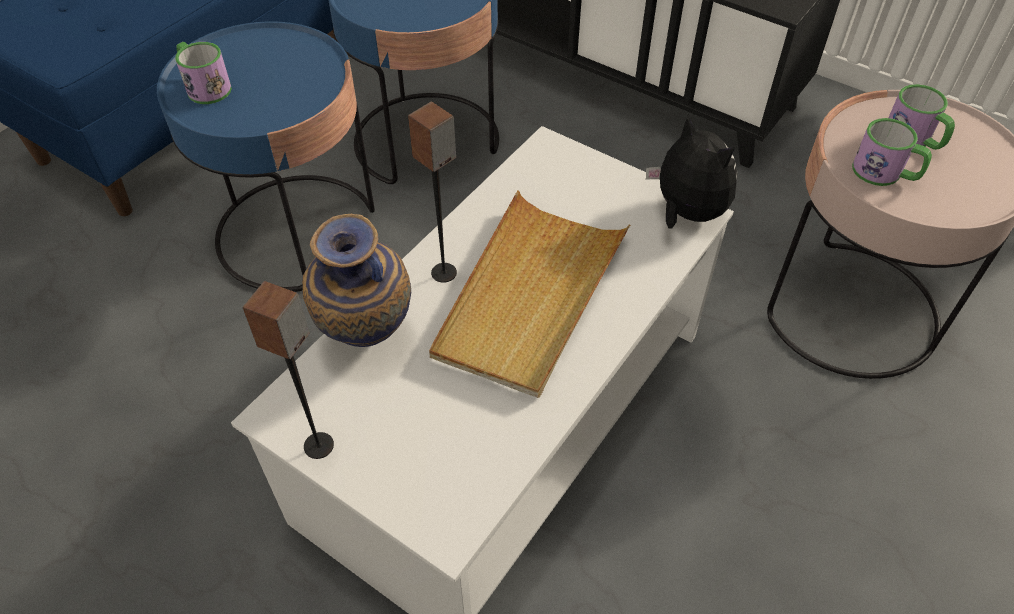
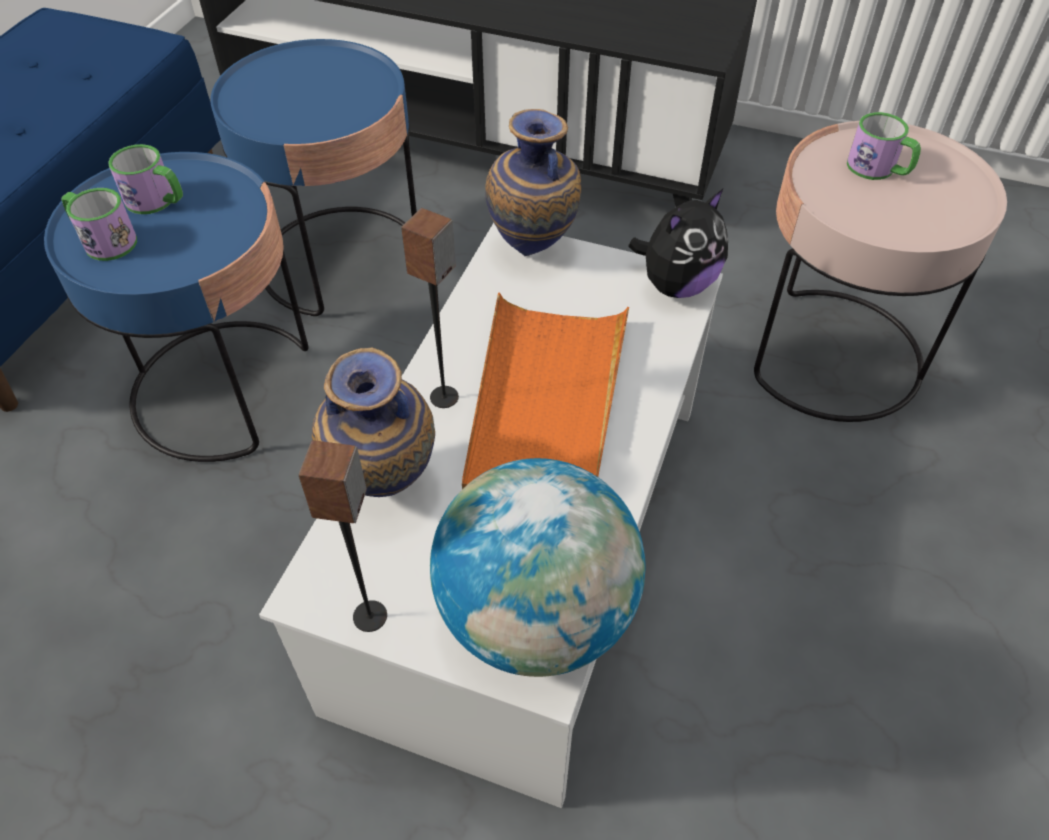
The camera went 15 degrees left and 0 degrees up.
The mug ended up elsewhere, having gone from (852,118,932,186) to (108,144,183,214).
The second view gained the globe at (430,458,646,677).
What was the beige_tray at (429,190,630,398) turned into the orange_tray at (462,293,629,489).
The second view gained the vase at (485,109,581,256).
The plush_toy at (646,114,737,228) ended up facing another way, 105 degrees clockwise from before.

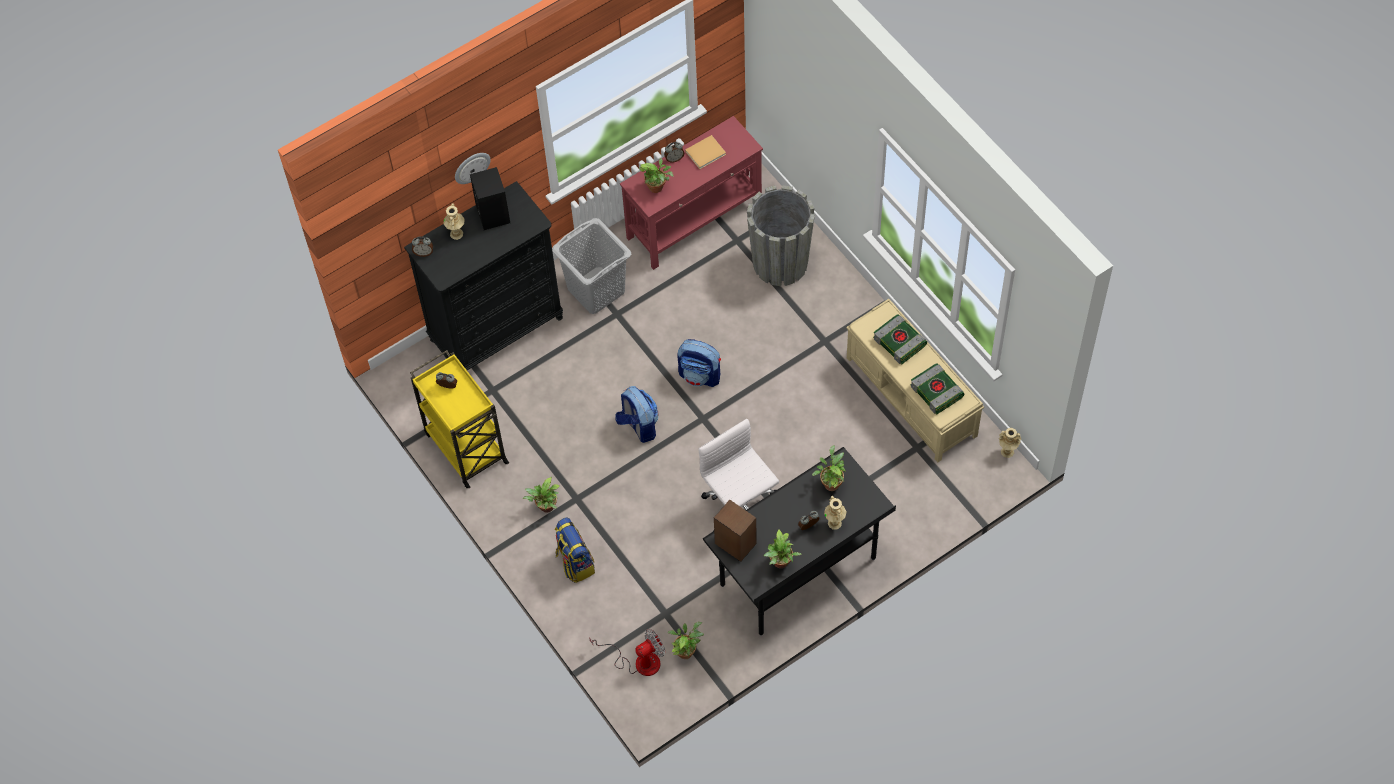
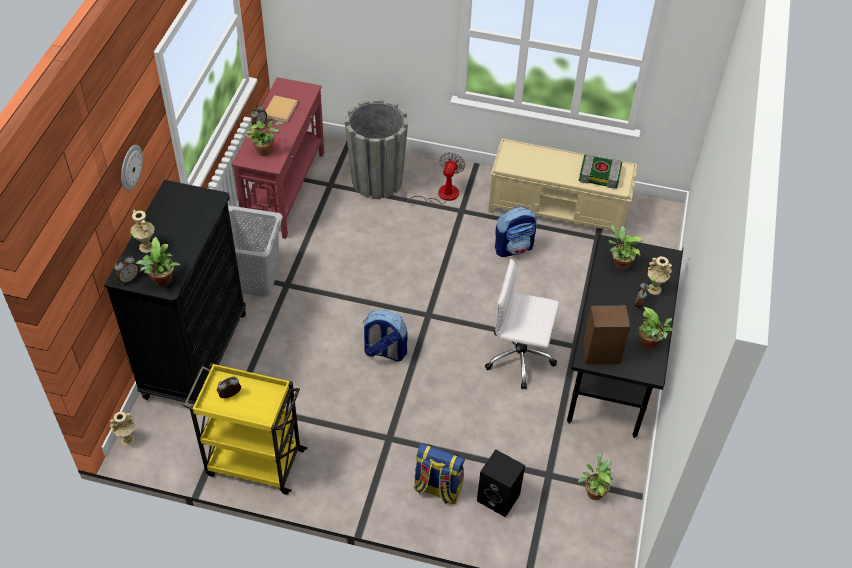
The camera went 45 degrees left and 10 degrees down.
The beige_vase ended up elsewhere, having gone from (999,428,1021,458) to (110,412,135,446).
The potted_plant ended up elsewhere, having gone from (522,477,560,513) to (136,237,181,286).
The fan ended up elsewhere, having gone from (589,629,665,676) to (401,152,465,207).
The black_speaker ended up elsewhere, having gone from (470,167,510,230) to (477,449,525,517).
The backpack ended up elsewhere, having gone from (677,339,721,387) to (495,207,537,257).
The second view lost the book at (873,314,927,364).

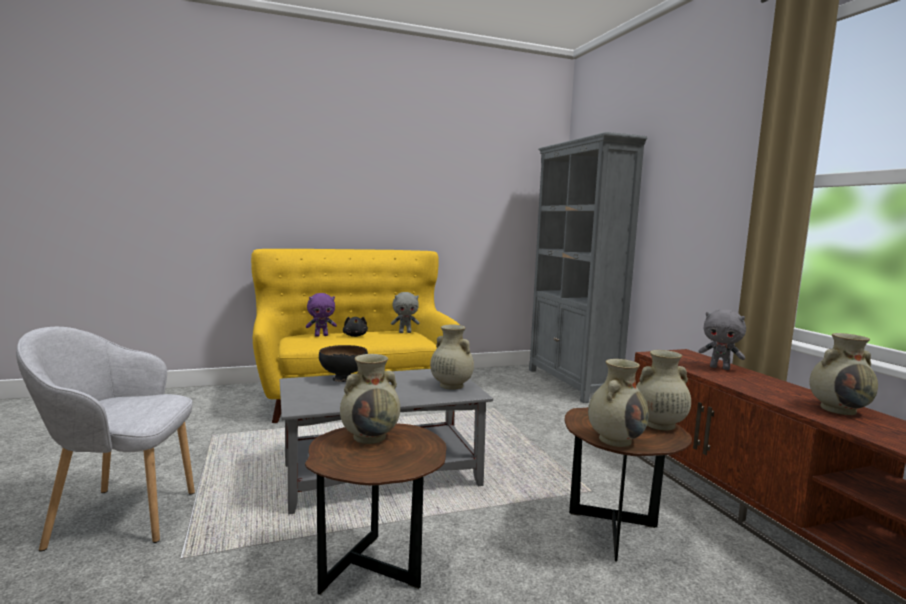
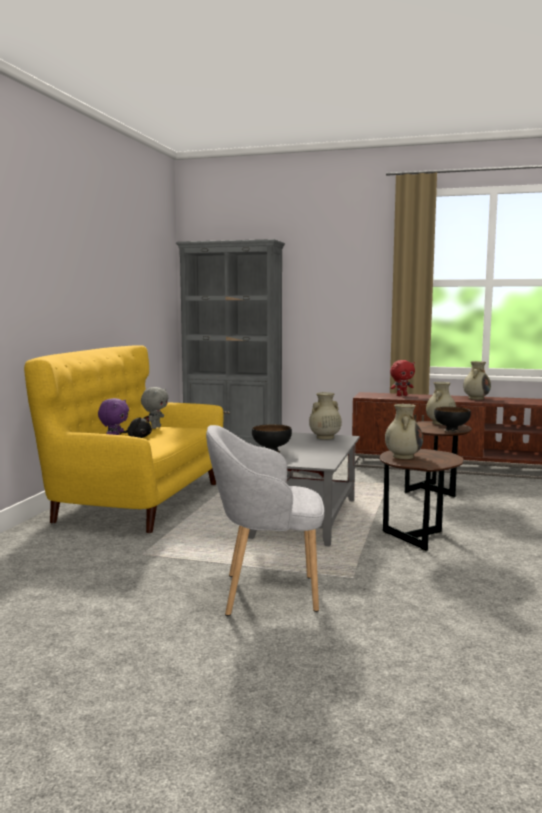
The camera went 55 degrees left and 0 degrees up.
The grey_armchair at (16,327,195,551) ended up facing another way, 60 degrees clockwise from before.
What was the grey_plush_toy at (698,309,746,370) turned into the red_plush_toy at (390,360,415,396).
Where the beige_vase stood at (588,359,649,447), the black_bowl came to stand at (434,407,471,432).

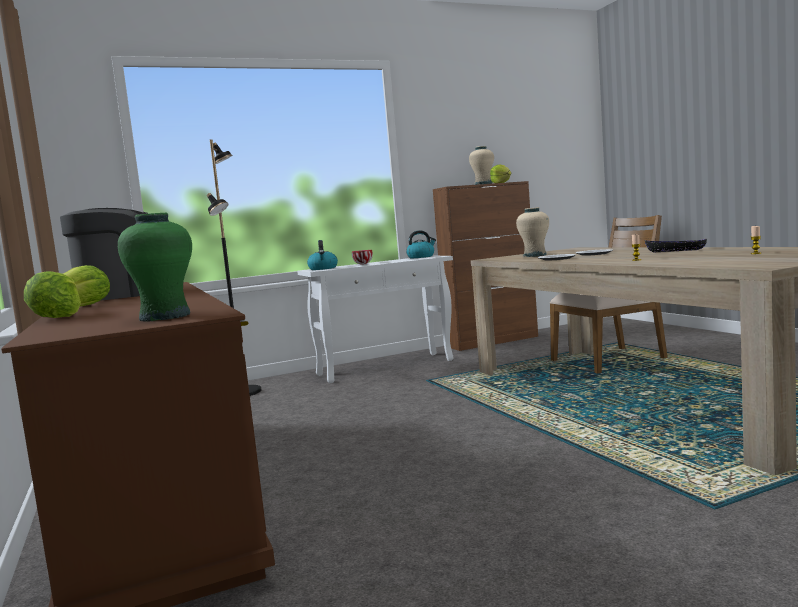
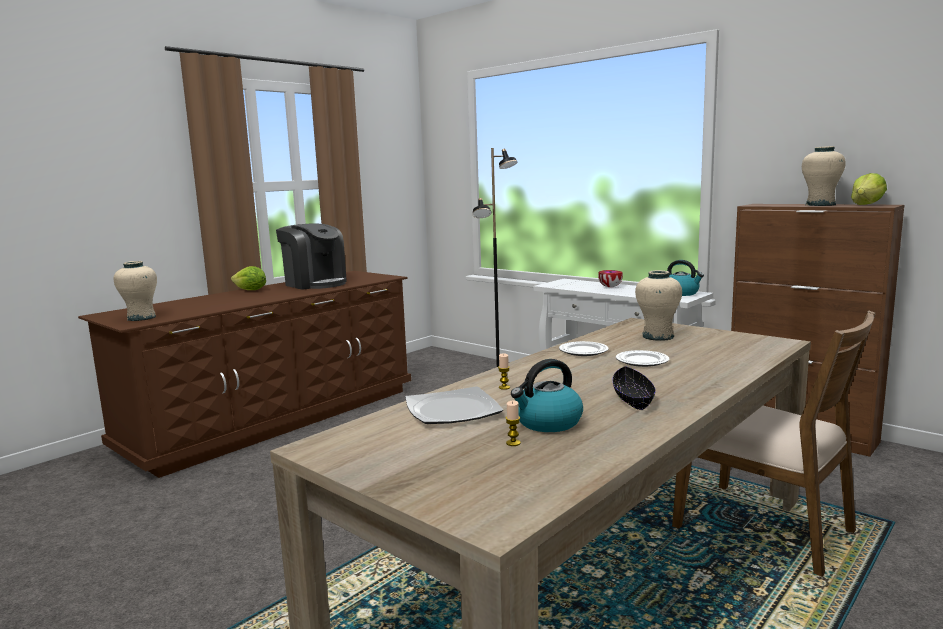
The camera went 65 degrees right and 5 degrees up.
What was the green_vase at (118,213,192,321) turned into the beige_vase at (114,261,157,321).
The second view gained the plate at (405,386,503,424).
The kettle ended up elsewhere, having gone from (307,240,338,270) to (511,359,583,432).
The second view lost the lettuce at (24,271,81,318).

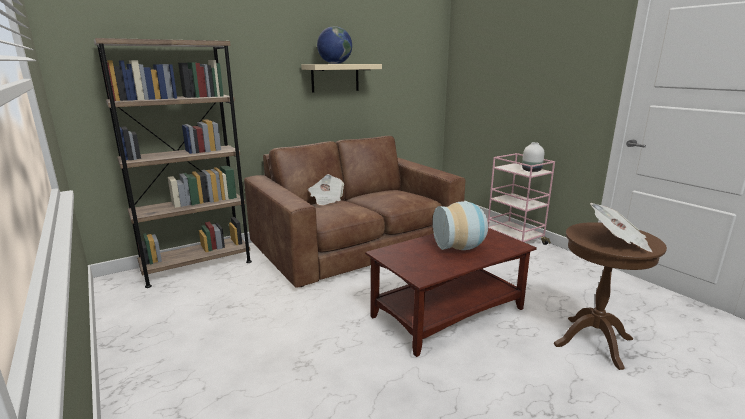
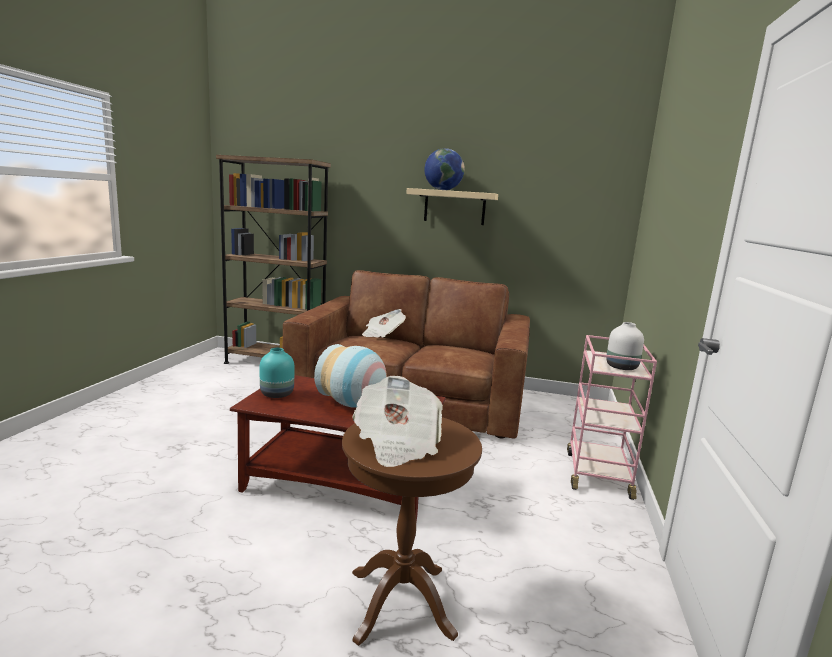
The camera went 45 degrees right and 5 degrees down.
The second view gained the turquoise_vase at (260,348,294,398).

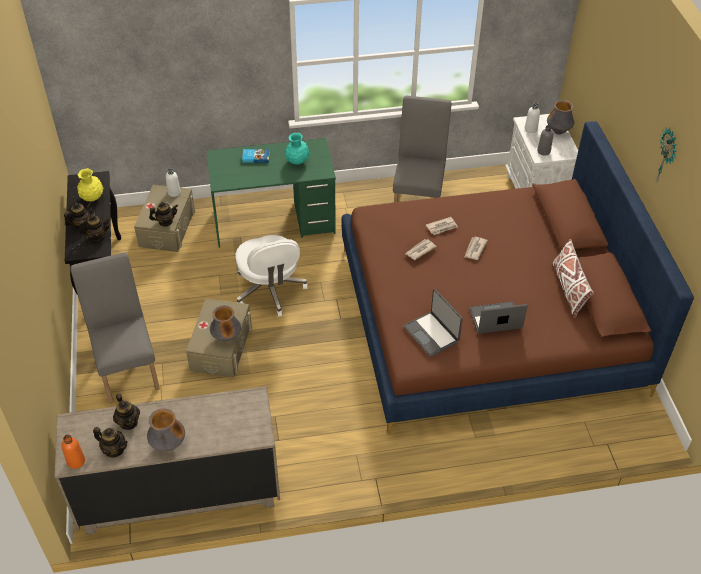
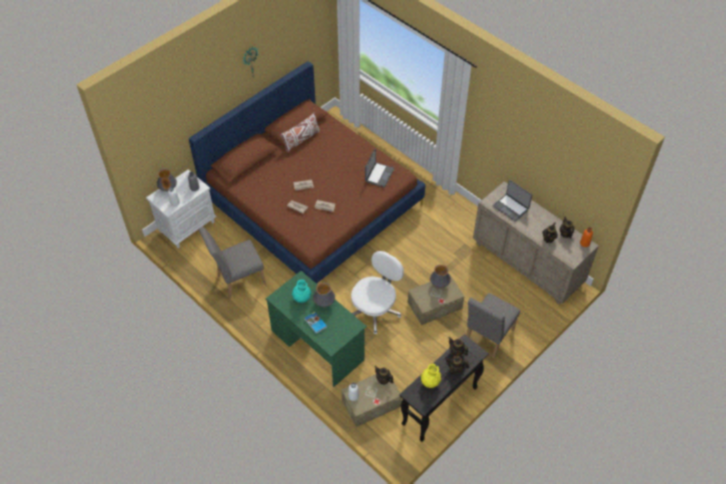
The camera went 125 degrees left and 5 degrees up.
The vase ended up elsewhere, having gone from (147,408,185,451) to (313,283,335,307).
The laptop ended up elsewhere, having gone from (469,301,528,334) to (493,180,532,222).

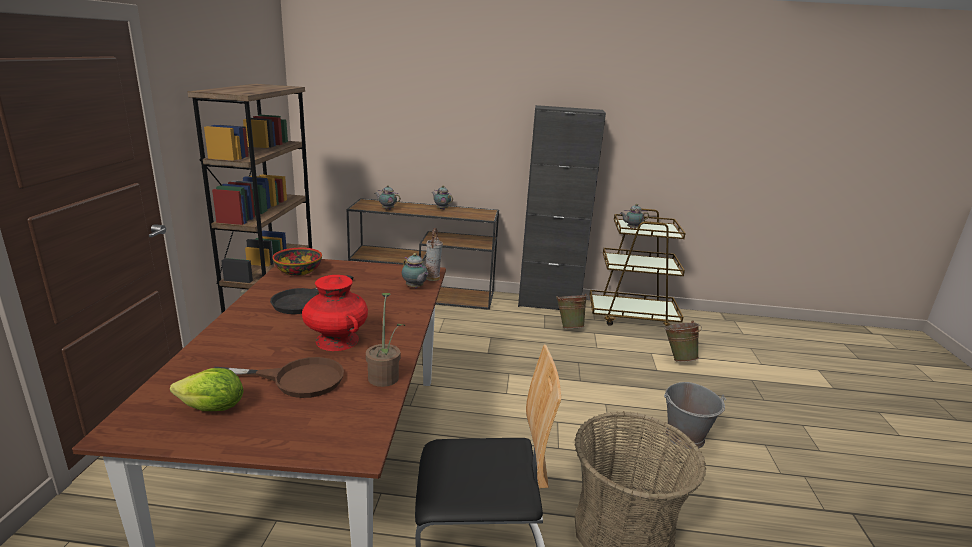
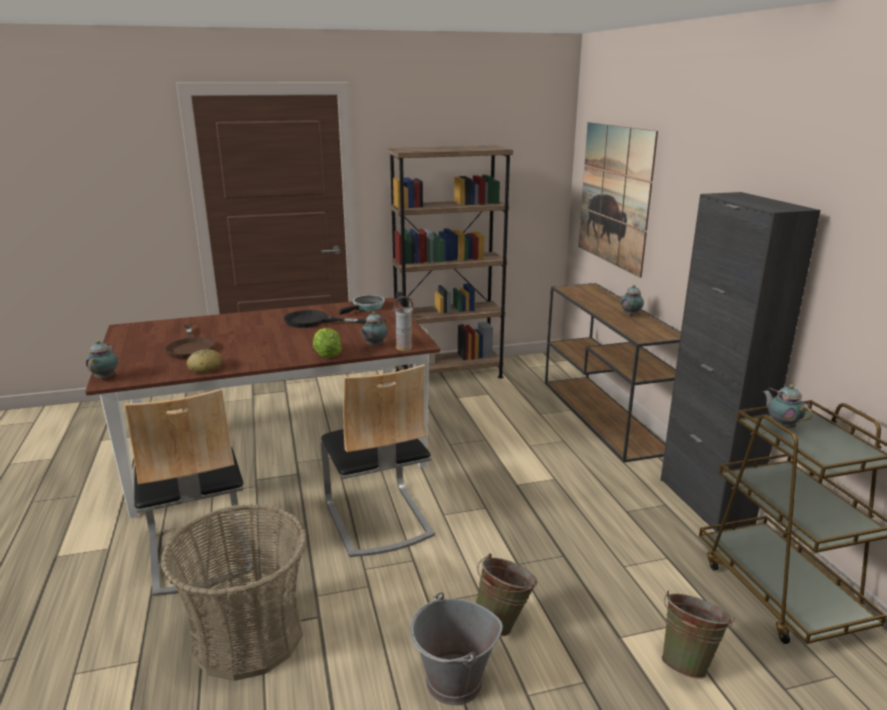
The camera went 70 degrees right and 0 degrees up.
The teapot ended up elsewhere, having gone from (375,185,401,210) to (86,340,118,380).
Where the potted_plant stood at (366,293,405,387), the bread came to stand at (187,349,222,373).
The lettuce ended up elsewhere, having gone from (170,368,244,411) to (313,328,342,358).
The second view gained the chair at (321,364,435,557).
Where the bowl stood at (272,248,322,276), the frying_pan came to stand at (339,295,385,315).
The green_bucket ended up elsewhere, having gone from (556,293,589,329) to (476,553,537,636).
The second view gained the picture at (578,122,658,278).
The second view lost the red_vase at (302,275,368,351).

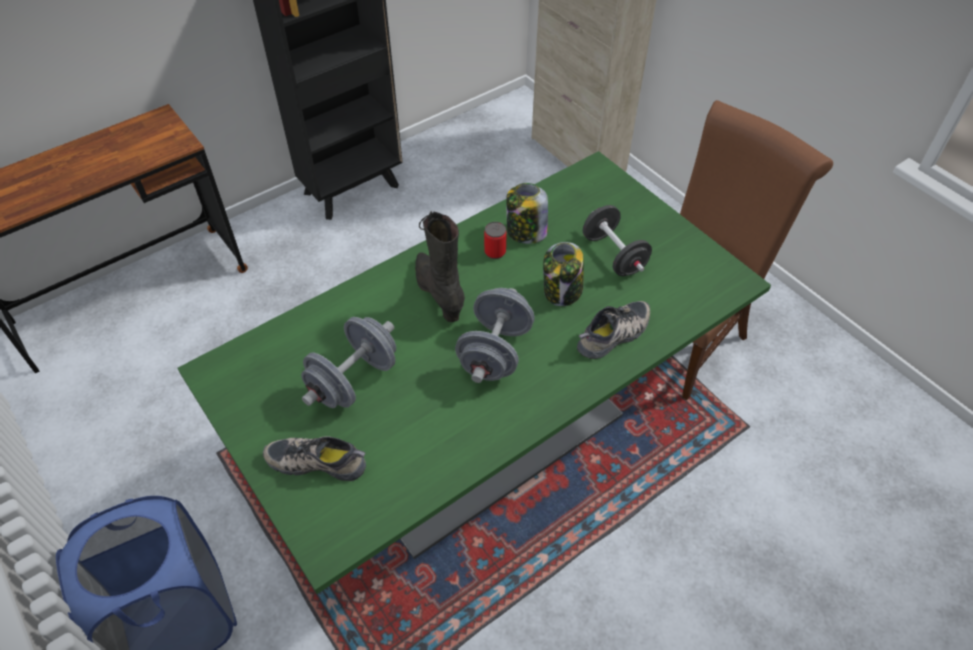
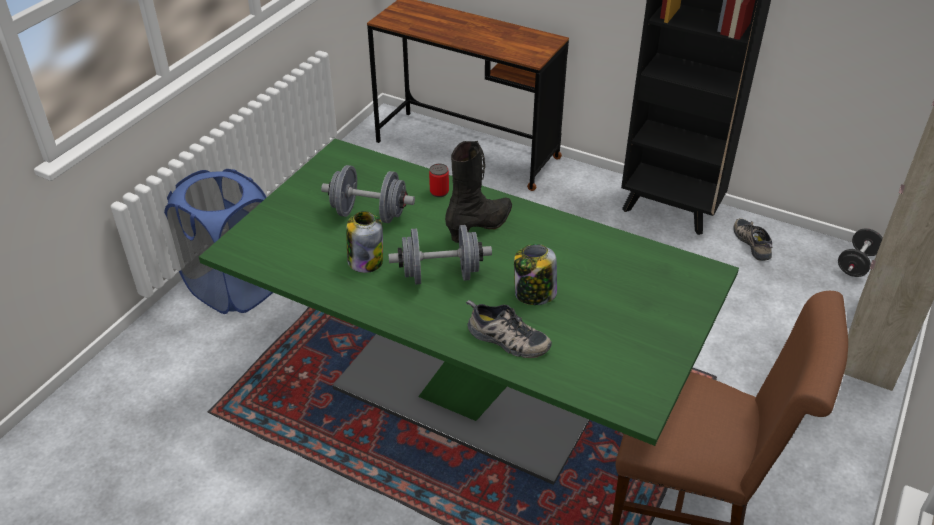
The camera went 65 degrees right and 10 degrees down.
The jar ended up elsewhere, having gone from (506,183,548,244) to (346,211,383,273).
The can ended up elsewhere, having gone from (484,222,507,259) to (429,164,449,197).
The shoe ended up elsewhere, having gone from (263,436,366,481) to (733,218,773,261).
The black_dumbbell ended up elsewhere, having gone from (583,205,652,276) to (838,228,883,277).

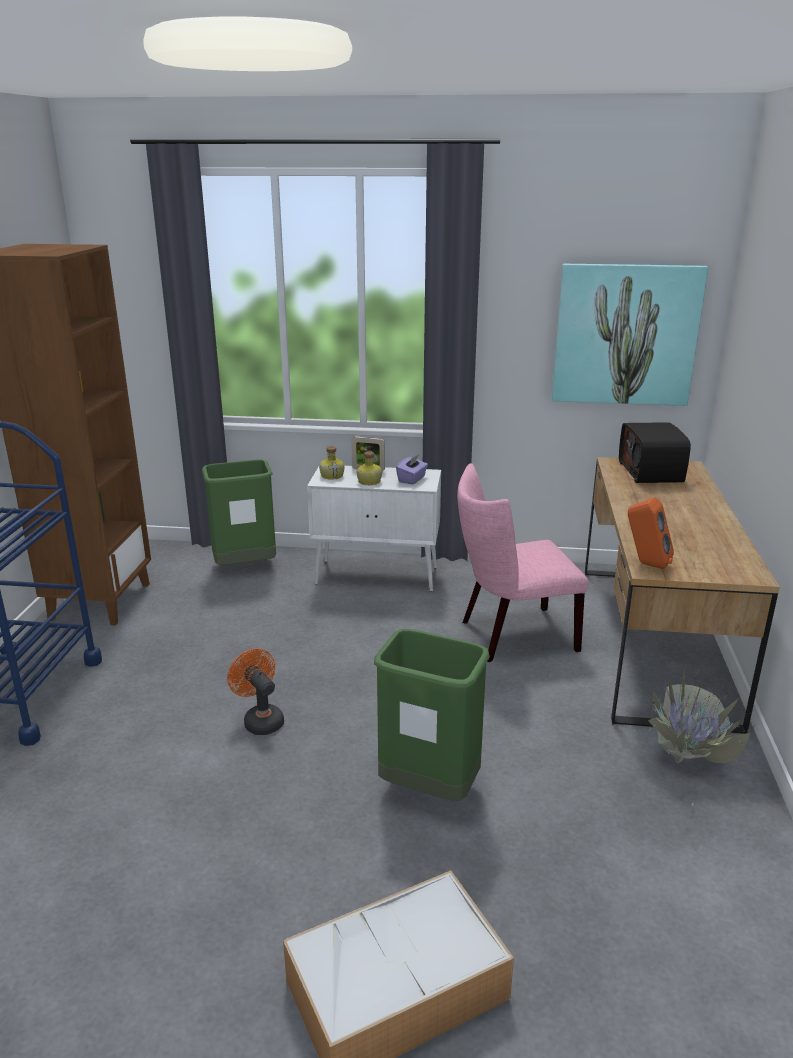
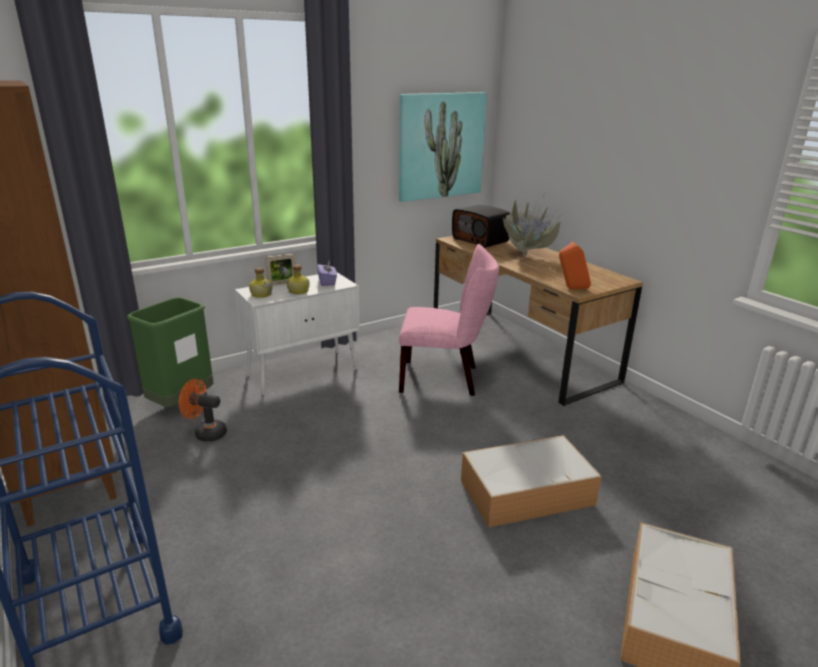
The camera went 40 degrees left and 0 degrees up.
The orange_fan ended up elsewhere, having gone from (227,649,284,735) to (179,379,227,442).
The pink_chair at (457,463,589,662) ended up facing another way, 120 degrees counterclockwise from before.
Where the green_trash_can stood at (374,629,490,800), the storage_box came to stand at (461,435,602,528).
The potted_plant ended up elsewhere, having gone from (646,668,757,806) to (503,200,562,264).

